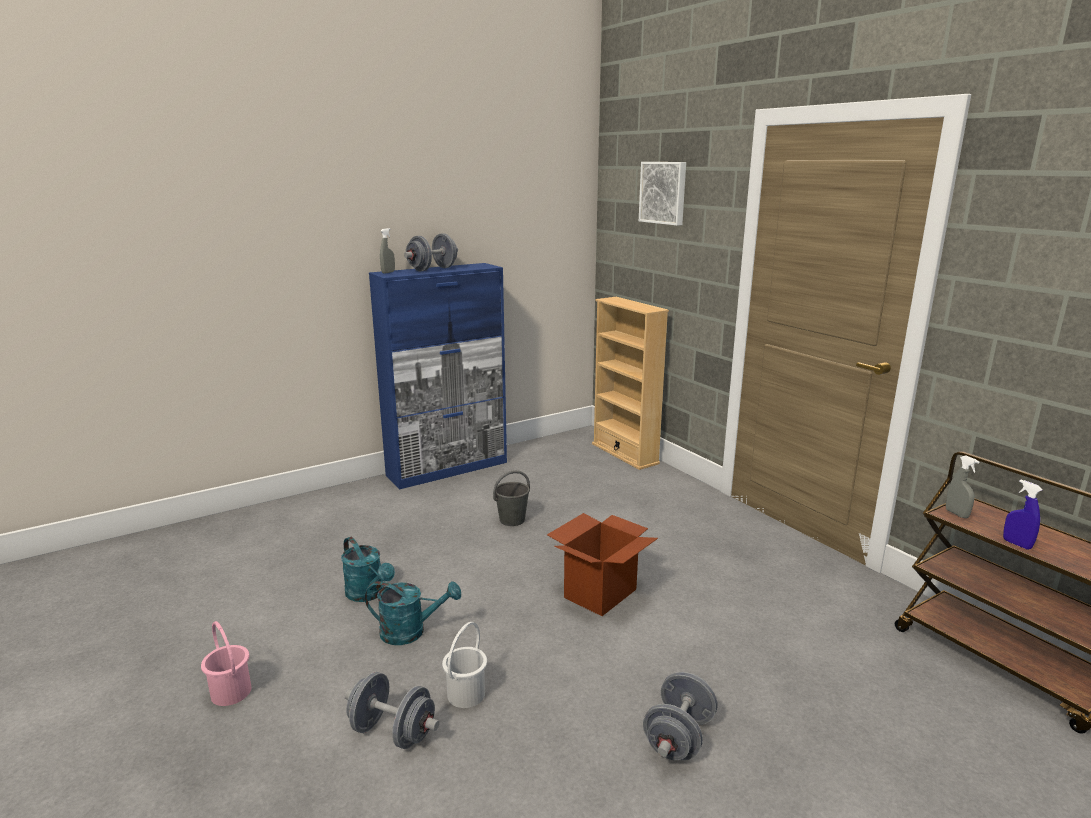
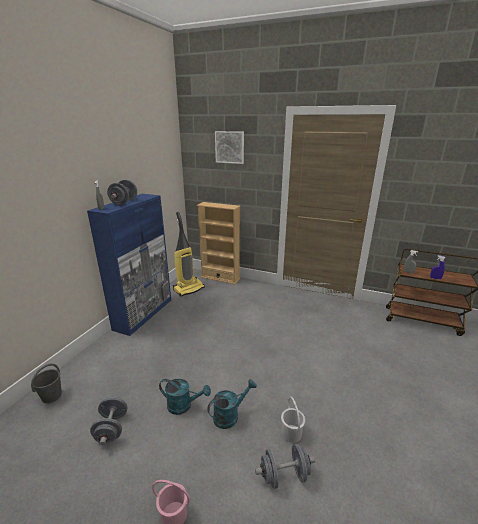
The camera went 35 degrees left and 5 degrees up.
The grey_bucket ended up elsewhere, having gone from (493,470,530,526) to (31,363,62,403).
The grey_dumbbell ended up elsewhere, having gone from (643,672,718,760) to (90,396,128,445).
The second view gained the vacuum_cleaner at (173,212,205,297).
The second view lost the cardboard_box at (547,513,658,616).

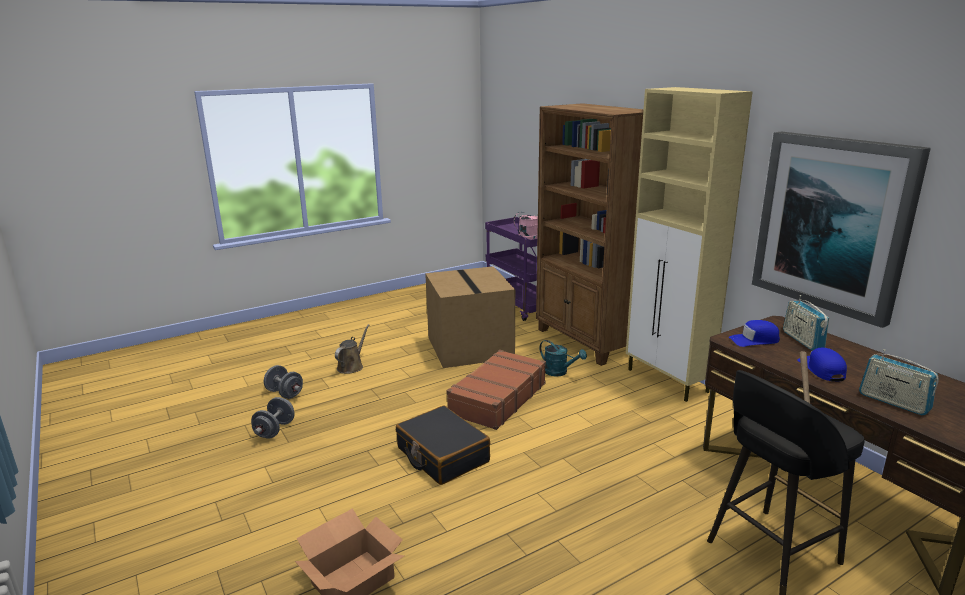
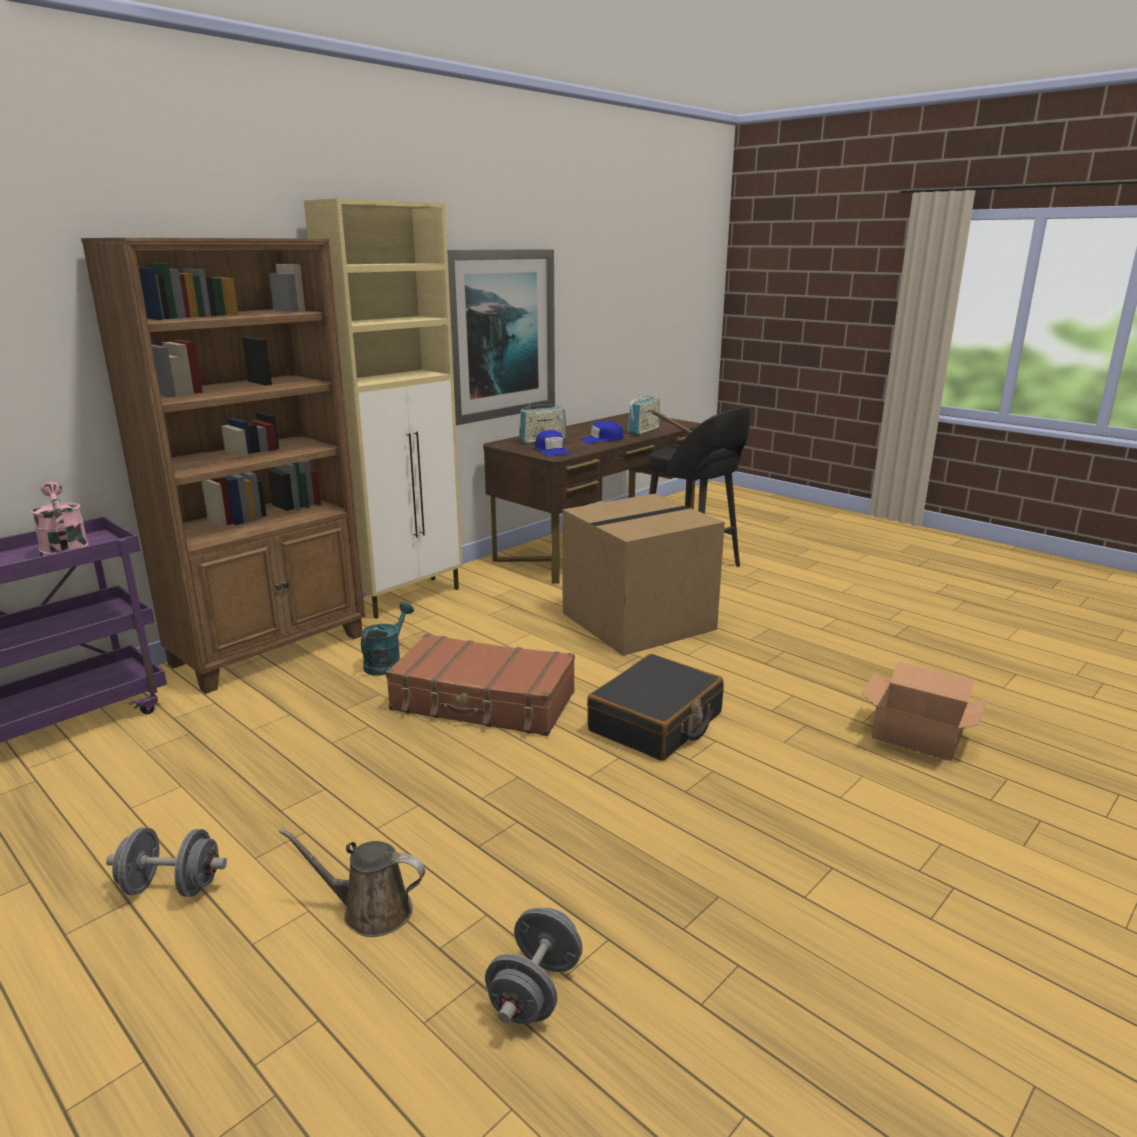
The camera went 105 degrees left and 0 degrees up.
The grey_dumbbell ended up elsewhere, having gone from (251,397,295,439) to (106,828,227,897).
The cardboard_box ended up elsewhere, having gone from (425,266,515,368) to (562,494,725,656).

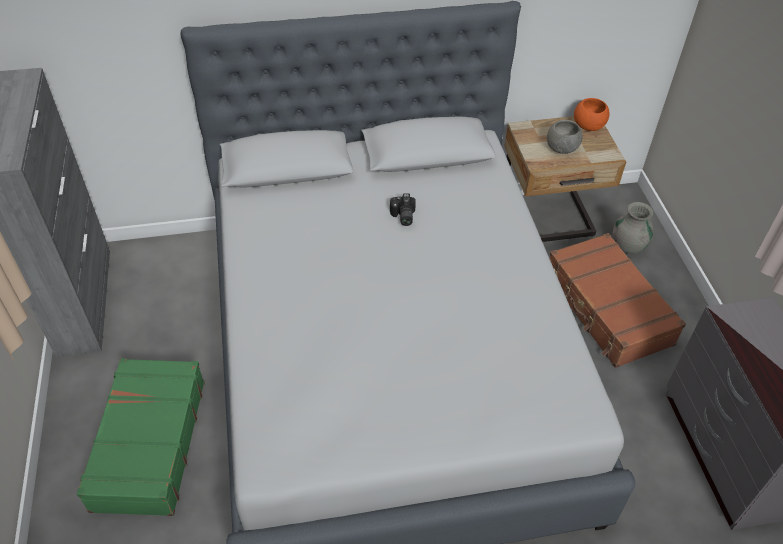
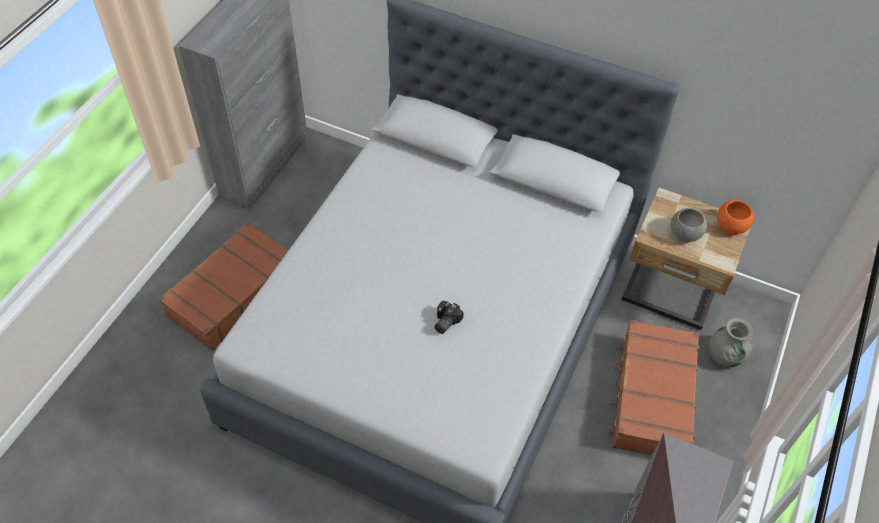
The camera went 35 degrees right and 5 degrees up.
What was the green_suitcase at (77,358,205,516) turned into the brown_suitcase at (159,222,288,351).
The photo_camera ended up elsewhere, having gone from (390,194,416,226) to (435,301,464,334).

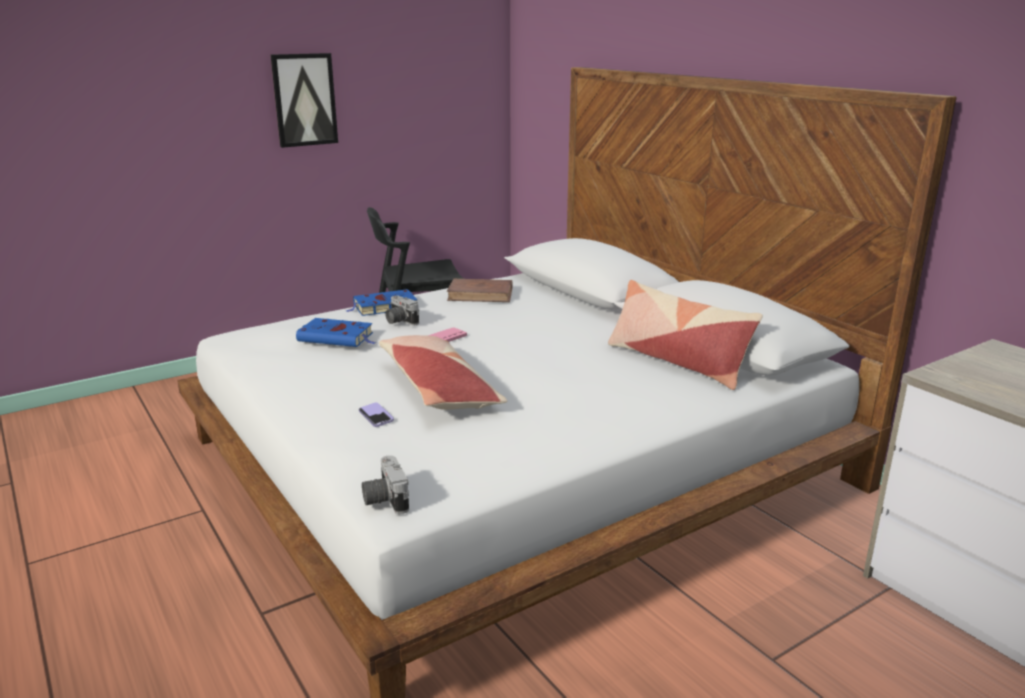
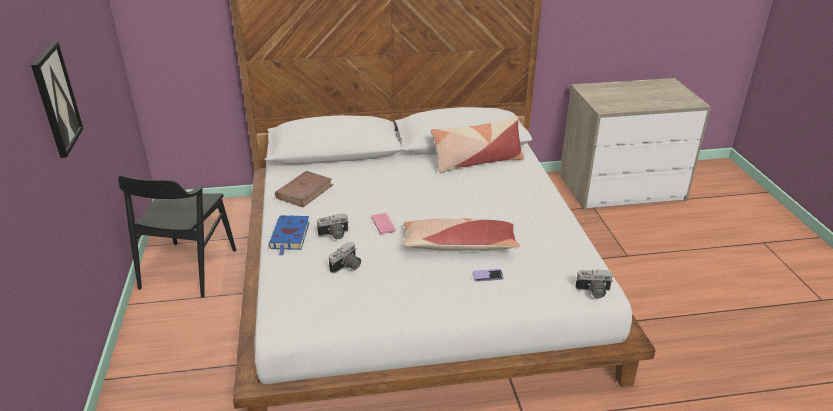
The camera went 65 degrees left and 10 degrees up.
Where the blue_book stood at (296,318,376,347), the photo_camera came to stand at (329,242,361,273).

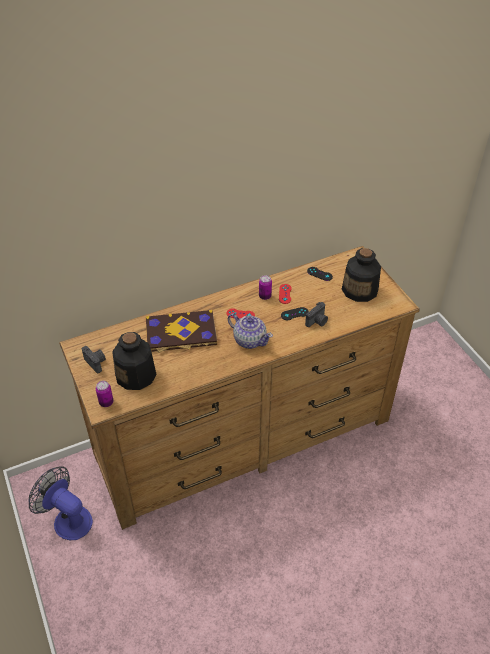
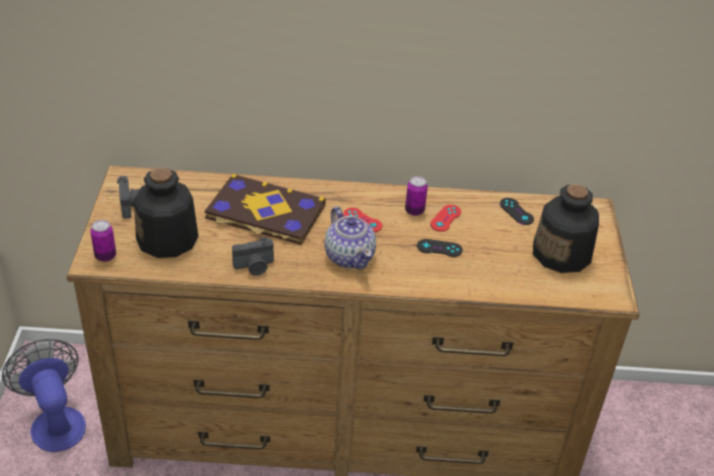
The camera went 25 degrees right and 5 degrees down.
The photo_camera ended up elsewhere, having gone from (305,302,328,327) to (232,237,274,276).

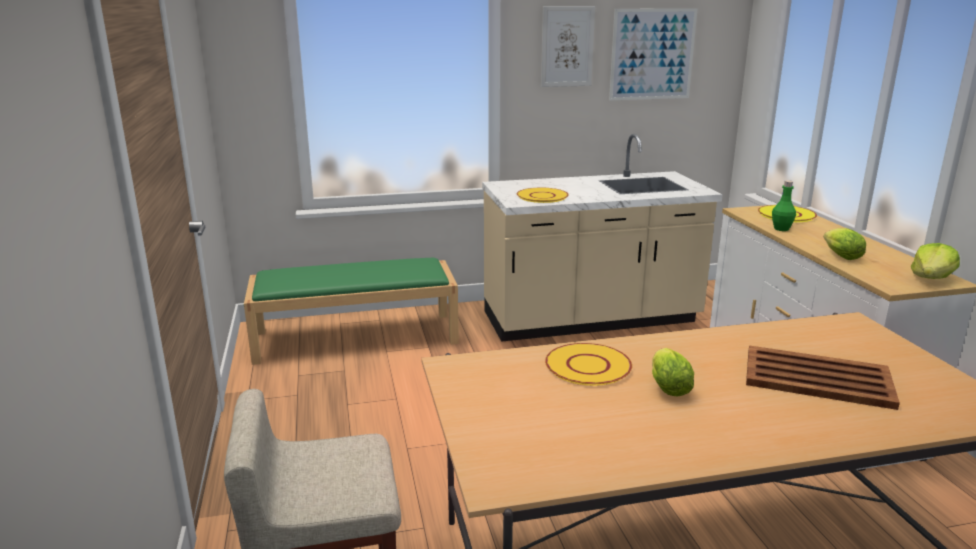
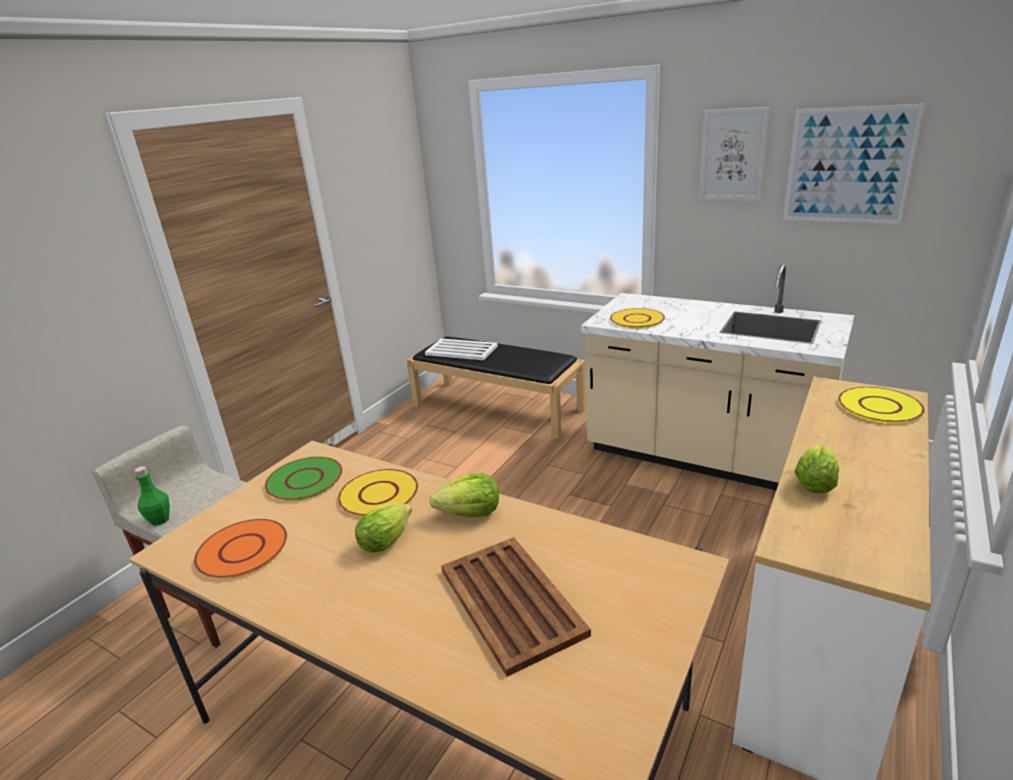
The camera went 45 degrees right and 5 degrees up.
The green_bottle ended up elsewhere, having gone from (772,180,796,231) to (135,466,170,526).
The second view gained the orange_plate at (194,519,287,578).
The second view gained the green_plate at (265,457,342,501).
What was the green_bench at (244,258,459,365) turned into the black_bench at (406,336,586,439).
The second view gained the white_tray at (425,339,498,360).
The lettuce ended up elsewhere, having gone from (911,243,960,279) to (429,473,499,517).

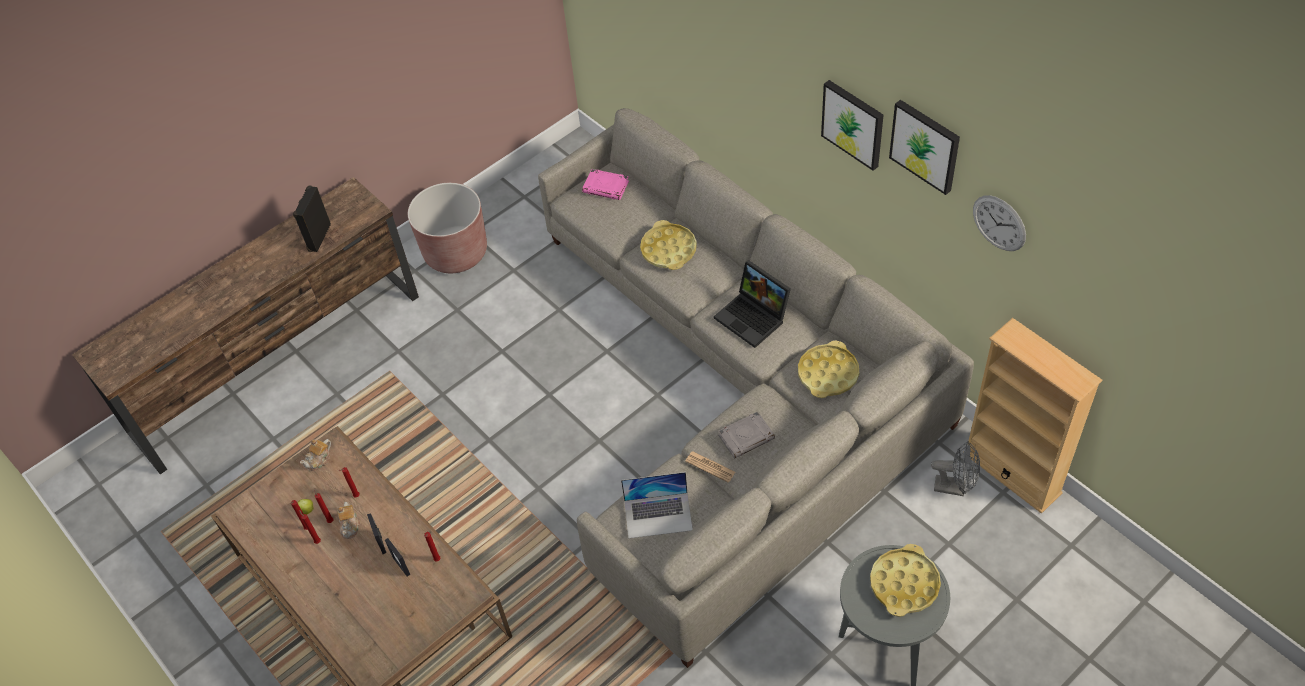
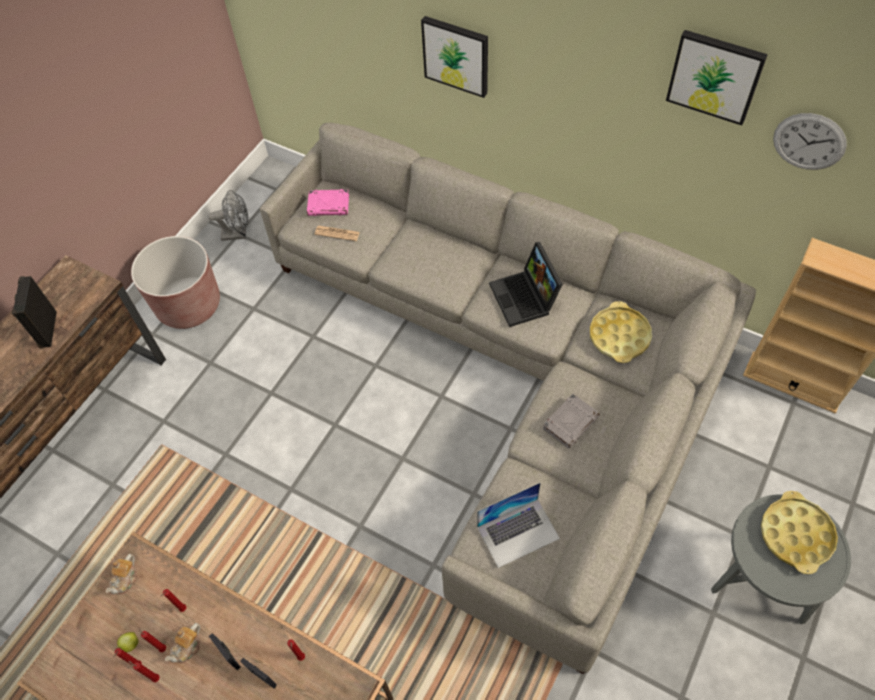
The camera went 20 degrees left and 5 degrees up.
The teapot at (337,502,360,539) ended up facing another way, 60 degrees clockwise from before.
The grey_fan ended up elsewhere, having gone from (931,441,980,496) to (208,190,248,241).
The newspaper ended up elsewhere, having gone from (685,451,735,483) to (315,226,360,241).
The picture ended up elsewhere, having gone from (821,80,884,171) to (421,16,488,98).
The laptop at (714,260,791,348) ended up facing another way, 45 degrees clockwise from before.
The second view lost the yellow_tray at (640,220,697,270).

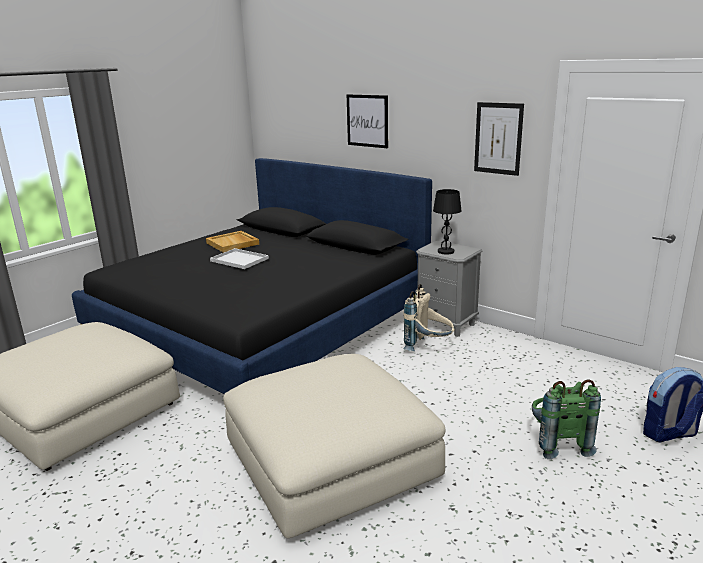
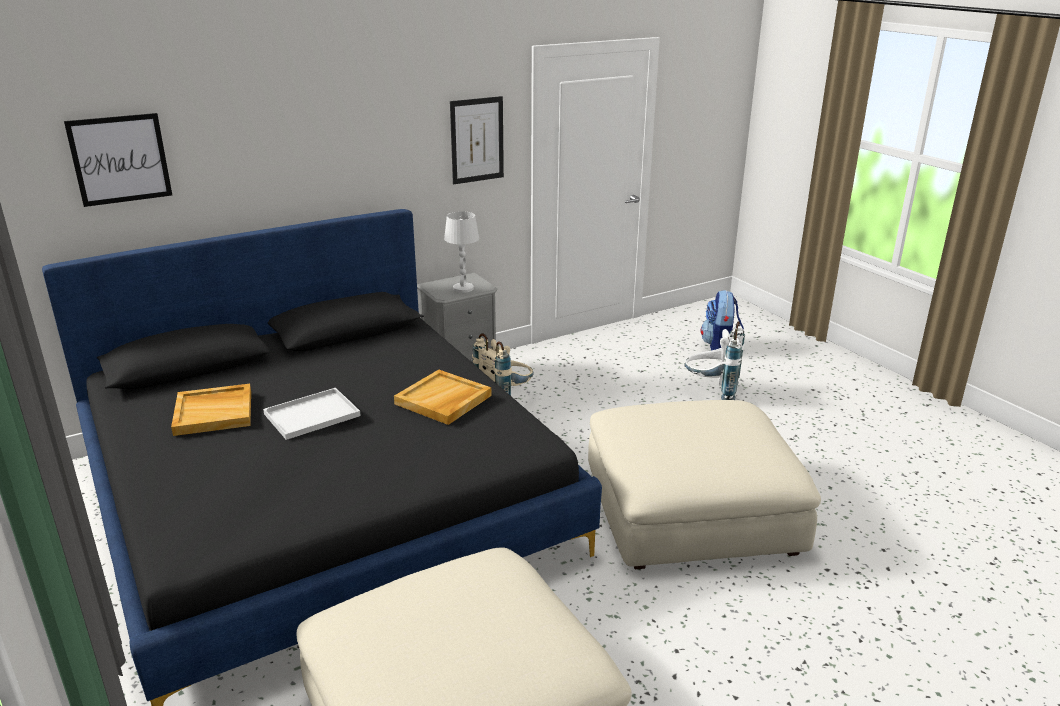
The camera went 70 degrees left and 5 degrees up.
The picture ended up elsewhere, having gone from (347,94,388,148) to (64,113,172,207).
The second view gained the beige_tray at (394,370,492,425).
What was the black_table_lamp at (433,189,461,254) turned into the white_table_lamp at (444,211,479,293).
What was the green_backpack at (532,379,601,459) turned into the white_backpack at (684,321,745,400).

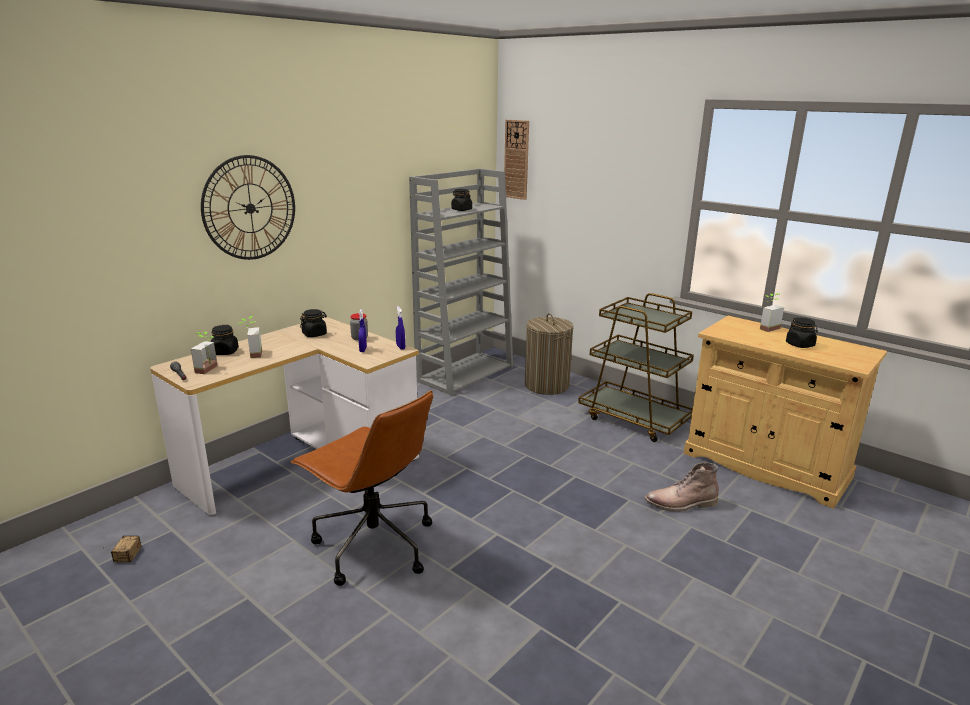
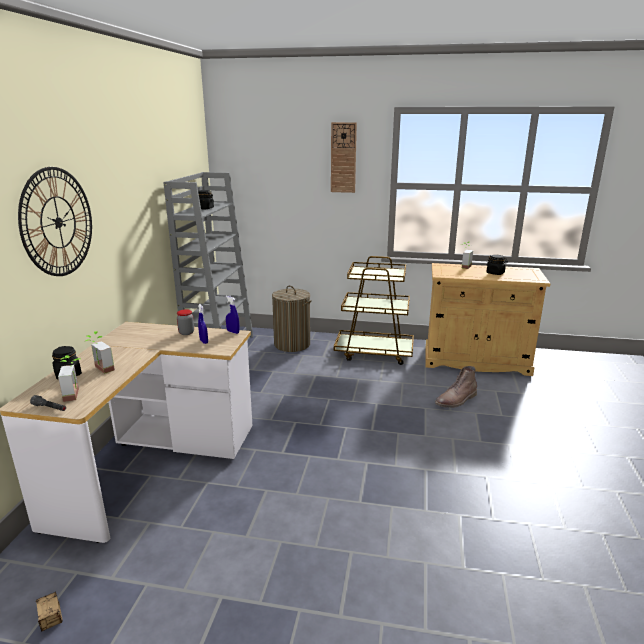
The camera went 30 degrees left and 0 degrees up.
The wall_clock ended up elsewhere, having gone from (504,120,529,200) to (331,122,357,193).
The second view lost the brown_office_chair at (291,390,433,586).
The second view lost the black_jar at (300,309,327,337).

